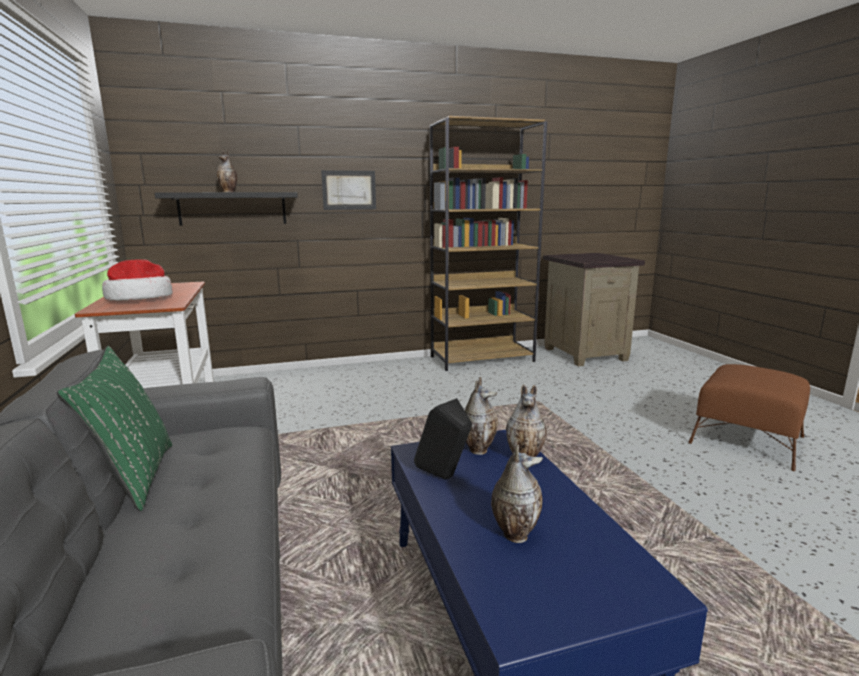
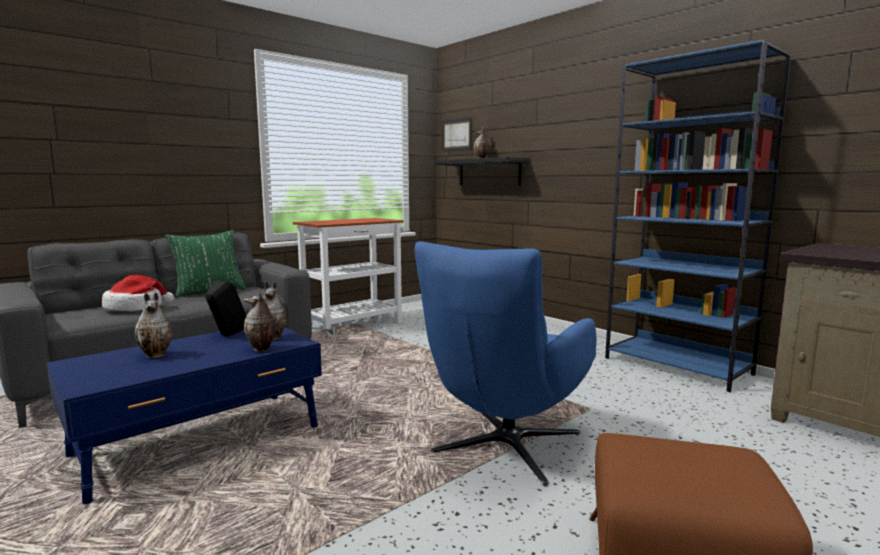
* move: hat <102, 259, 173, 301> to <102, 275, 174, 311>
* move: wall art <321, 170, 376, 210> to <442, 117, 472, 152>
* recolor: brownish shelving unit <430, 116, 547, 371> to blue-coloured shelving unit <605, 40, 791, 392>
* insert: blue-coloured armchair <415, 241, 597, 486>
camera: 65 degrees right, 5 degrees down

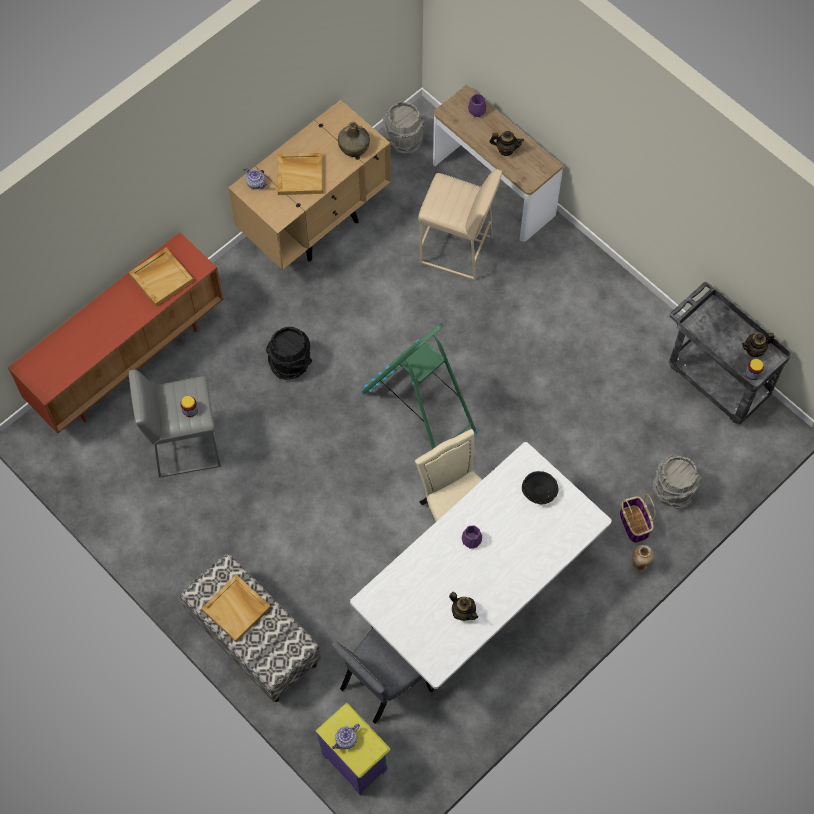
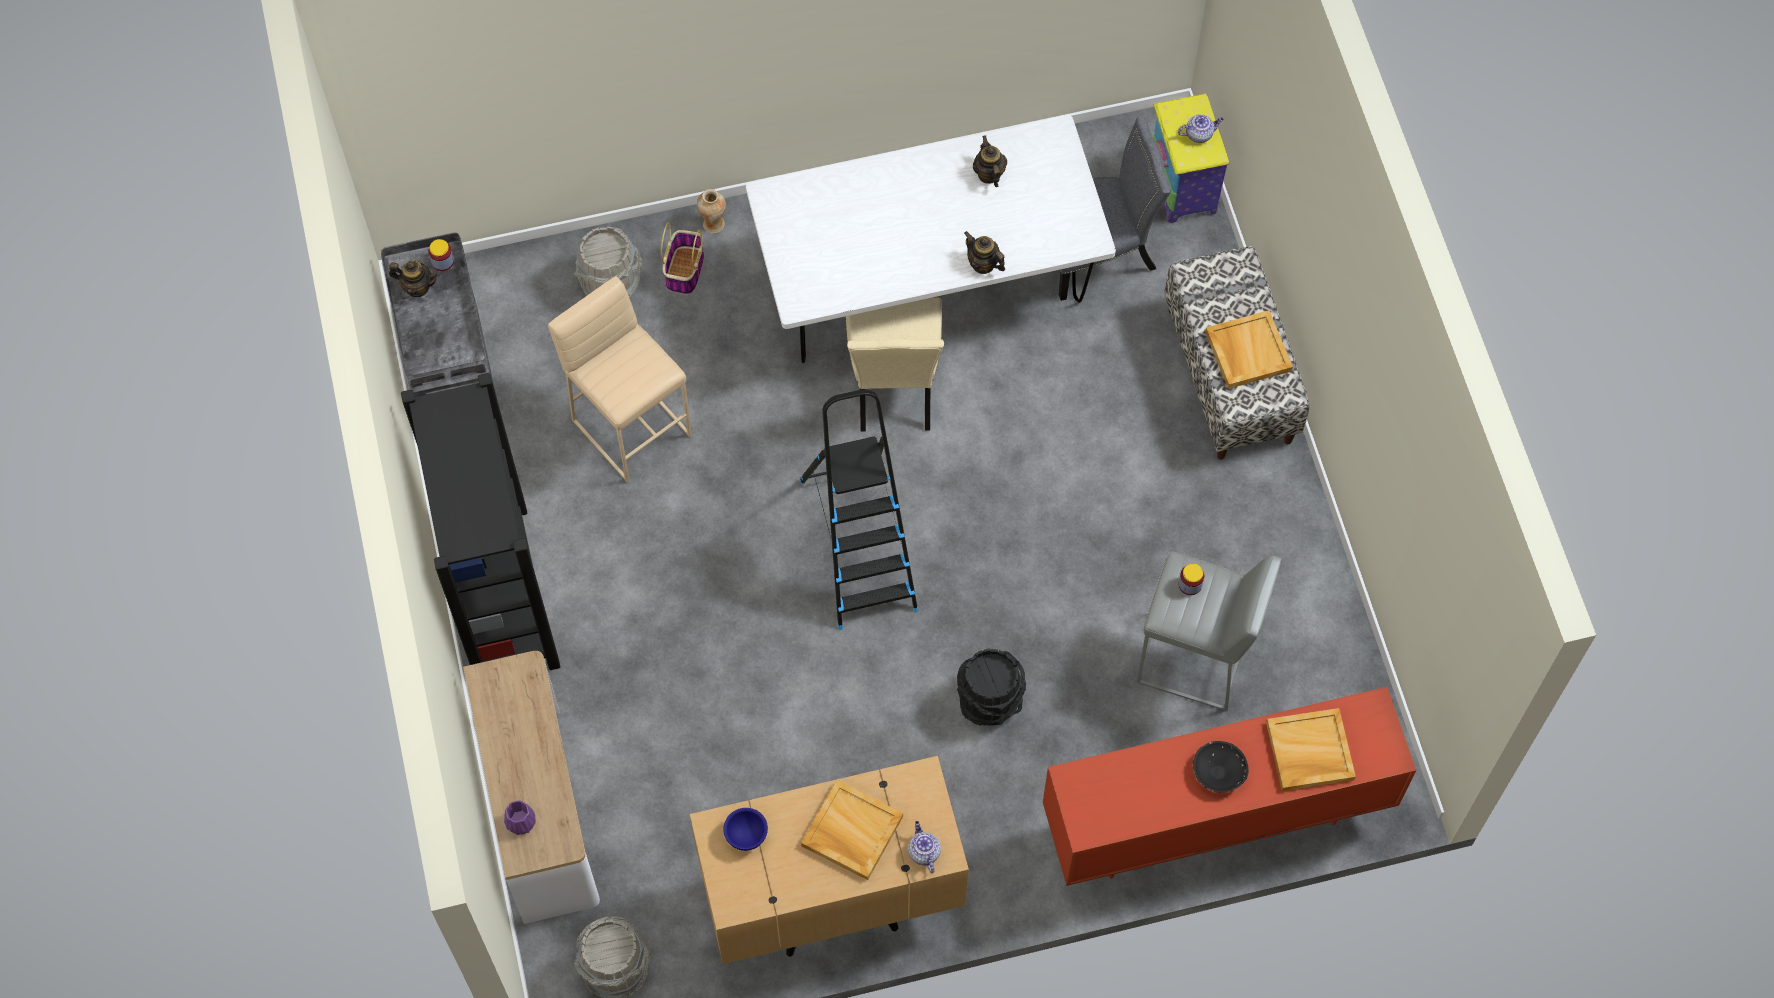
* move: beige carrying tray <129, 248, 194, 307> to <1266, 708, 1356, 791>
* replace: green bottle <338, 122, 370, 157> to blue-coloured bowl <723, 808, 768, 851>
* recolor: green step ladder <361, 323, 477, 449> to black-coloured step ladder <800, 389, 918, 630>
* move: beige stool <418, 169, 502, 280> to <548, 276, 692, 483>
* delete: purplish flower vase <462, 525, 482, 549>
* move: pot for tea <489, 131, 524, 156> to <964, 231, 1005, 274>
* move: black-coloured bowl <522, 471, 559, 504> to <1193, 741, 1249, 793>
* insert: black-coloured shelving unit <401, 373, 560, 670>
camera: 150 degrees left, 0 degrees up

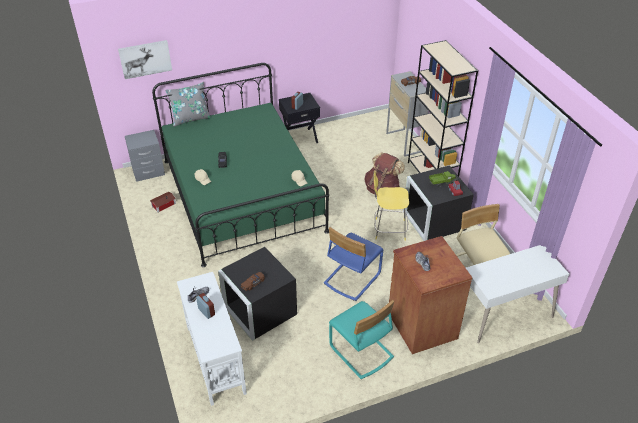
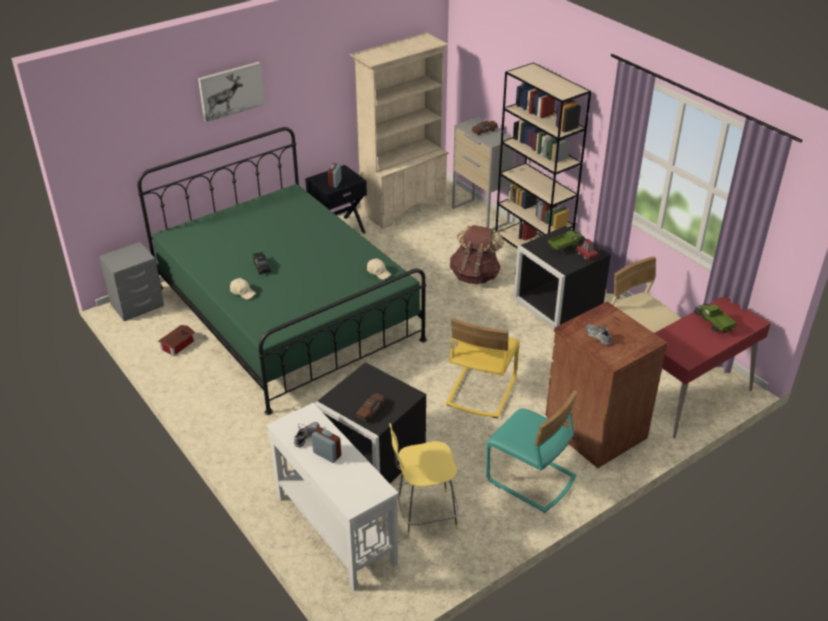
* move: wall art <118, 40, 172, 79> to <198, 62, 265, 122>
* delete: gray throw pillow <165, 82, 211, 127>
* recolor: blue-coloured upright chair <324, 227, 384, 301> to yellowish upright chair <446, 318, 520, 418>
* move: yellowish stool <374, 172, 409, 241> to <389, 423, 459, 537>
* recolor: white desk unit <466, 245, 569, 343> to red desk unit <655, 297, 771, 438>
* insert: beige shelving unit <350, 33, 449, 229>
* insert: toy truck <694, 303, 737, 333>
camera: 15 degrees left, 5 degrees down

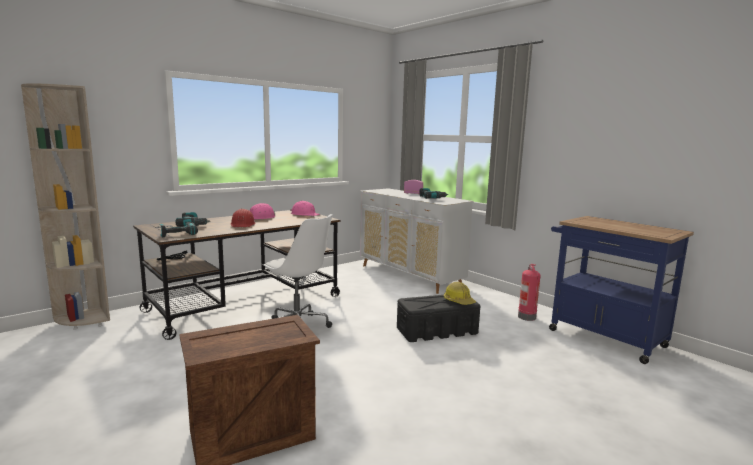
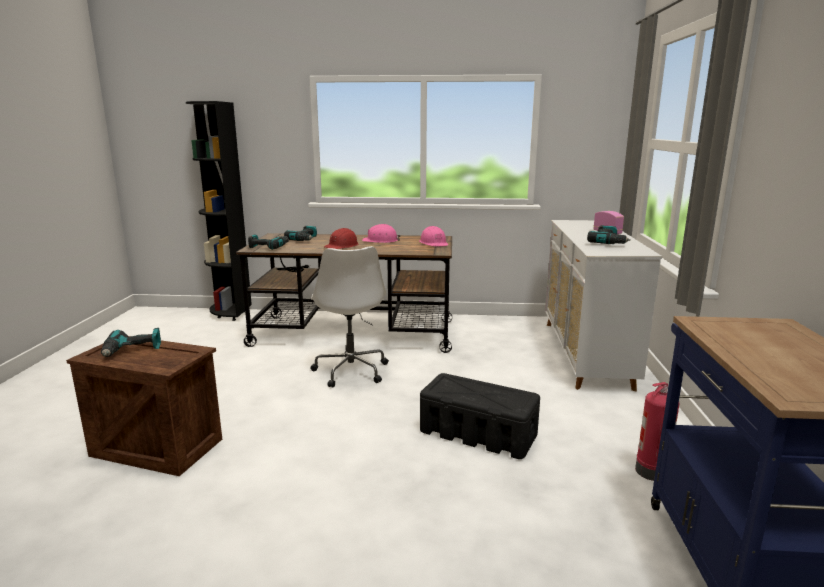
* recolor: beige shelving unit <21, 83, 110, 330> to black-coloured shelving unit <186, 101, 252, 321>
* delete: work helmet <444, 282, 476, 305>
* insert: electric drill <101, 328, 161, 357>
camera: 45 degrees right, 5 degrees up

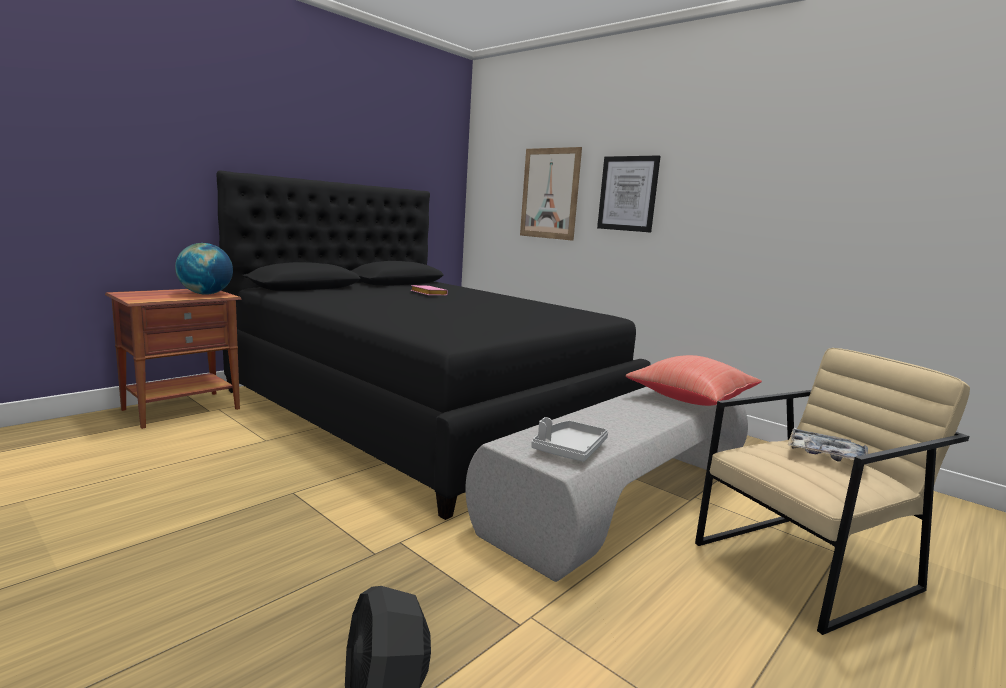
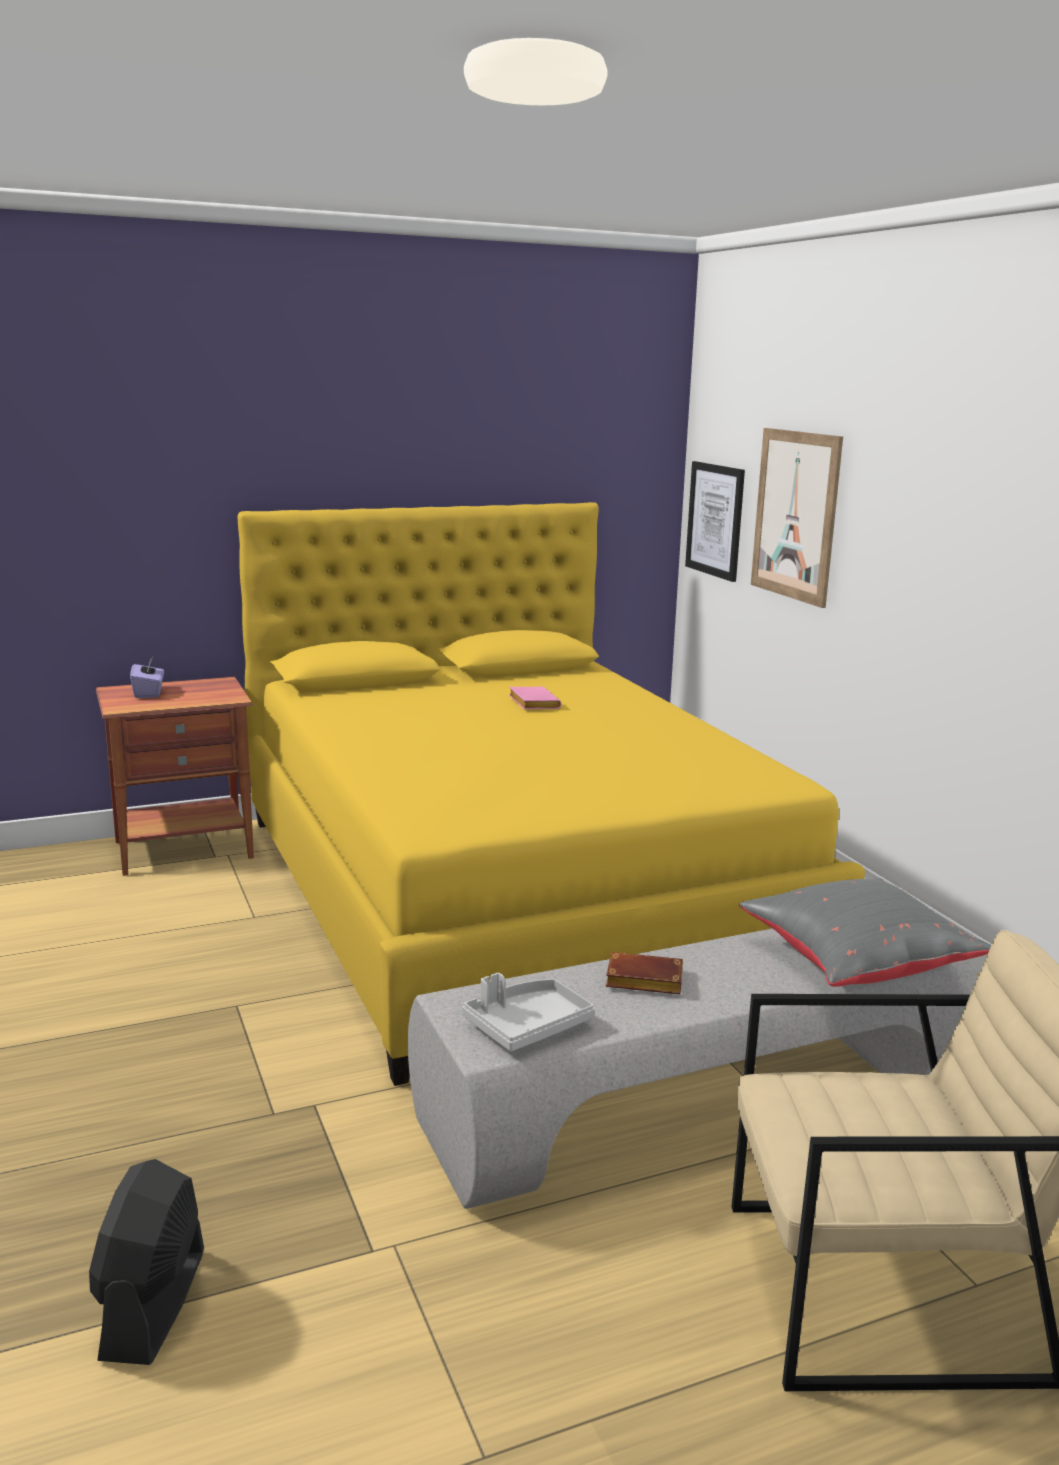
* delete: world globe <175, 243, 233, 295>
* recolor: black-coloured bed <216, 171, 651, 520> to yellowish bed <238, 502, 865, 1086>
* move: wall art <597, 155, 661, 232> to <685, 461, 745, 582>
* recolor: red throw pillow <626, 355, 762, 406> to gray throw pillow <739, 878, 991, 987>
* delete: carrying tray <788, 428, 869, 465>
* insert: purplish tissue holder <130, 657, 164, 698>
* insert: brownish bound book <606, 952, 683, 995>
camera: 25 degrees right, 5 degrees up

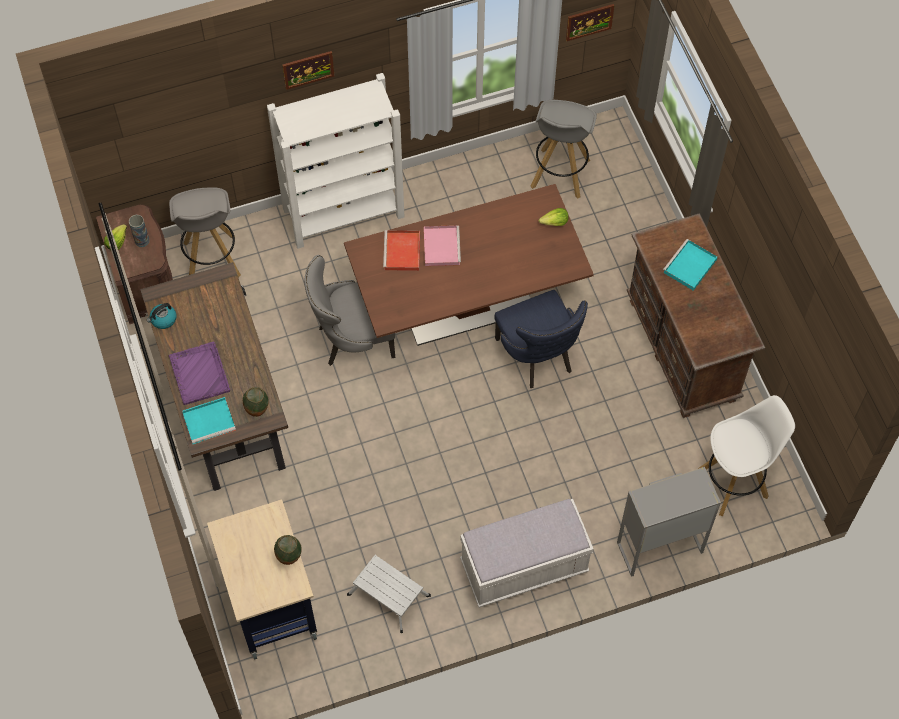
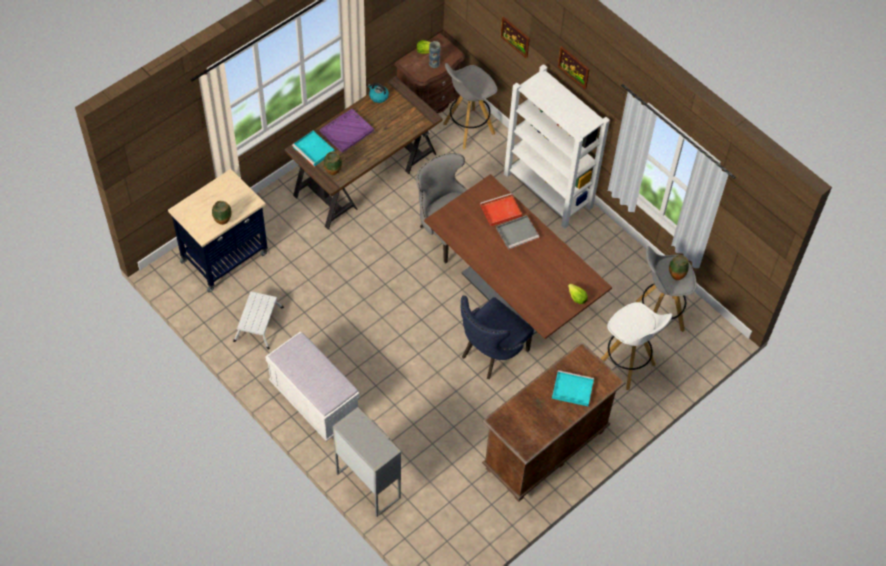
* recolor: pinkish carrying tray <424, 225, 461, 266> to gray carrying tray <496, 215, 539, 250>
* move: wall art <566, 4, 614, 41> to <500, 16, 530, 59>
* move: white stool <698, 395, 795, 516> to <601, 302, 672, 390>
* insert: flower vase <669, 255, 689, 280>
camera: 65 degrees right, 5 degrees down

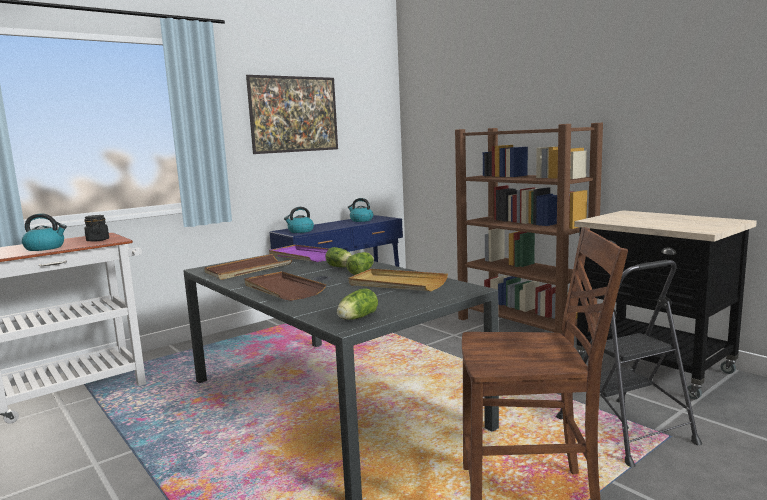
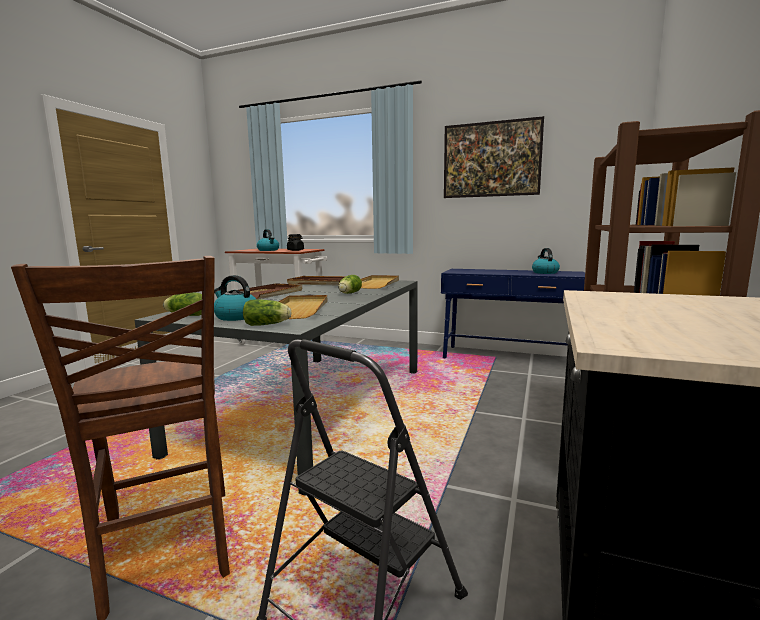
* recolor: purplish carrying tray <269, 245, 329, 262> to beige carrying tray <361, 275, 399, 289>
* move: water kettle <284, 207, 314, 233> to <214, 275, 257, 321>
* move: lettuce head <346, 252, 374, 275> to <243, 299, 291, 326>
camera: 60 degrees right, 0 degrees up

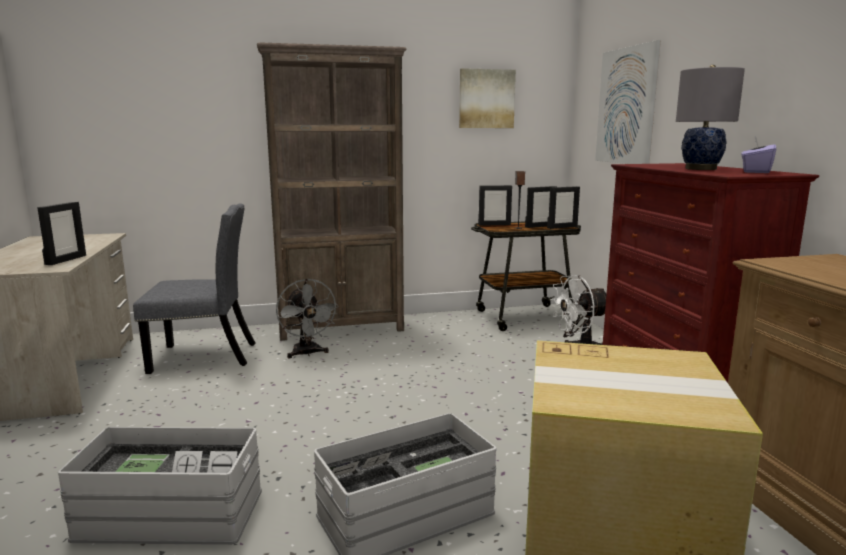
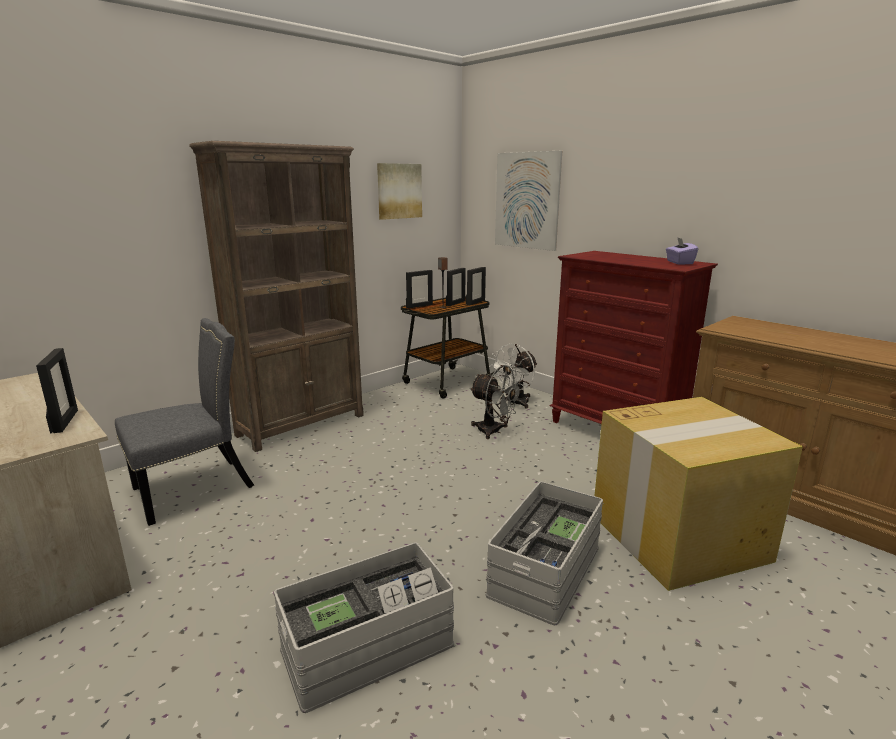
* move: gray cooling fan <276, 278, 339, 359> to <469, 365, 525, 439>
* delete: gray tabletop lamp <676, 65, 745, 170>
camera: 30 degrees left, 5 degrees up

